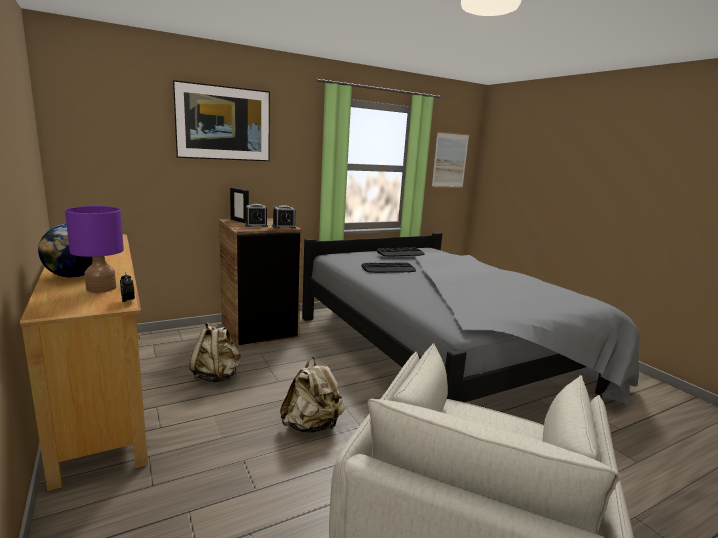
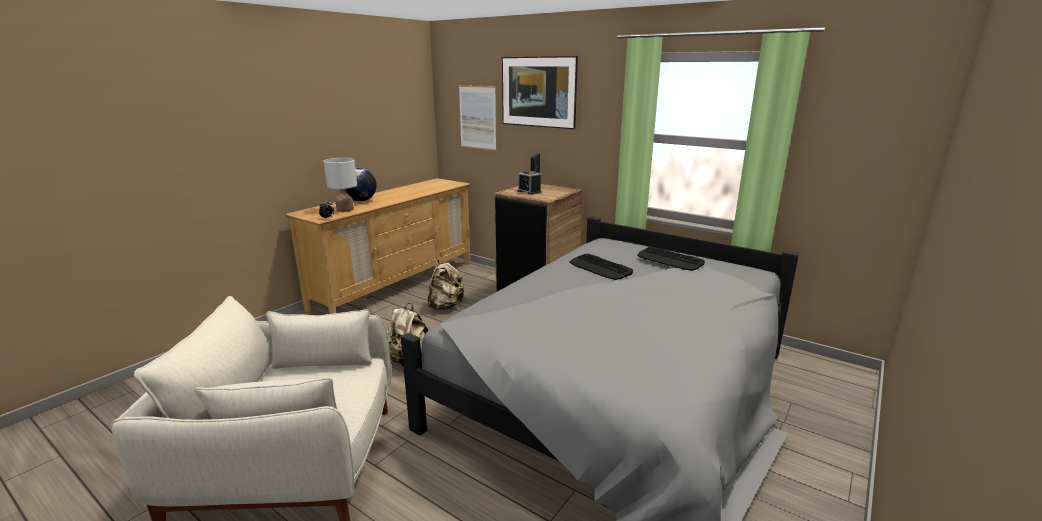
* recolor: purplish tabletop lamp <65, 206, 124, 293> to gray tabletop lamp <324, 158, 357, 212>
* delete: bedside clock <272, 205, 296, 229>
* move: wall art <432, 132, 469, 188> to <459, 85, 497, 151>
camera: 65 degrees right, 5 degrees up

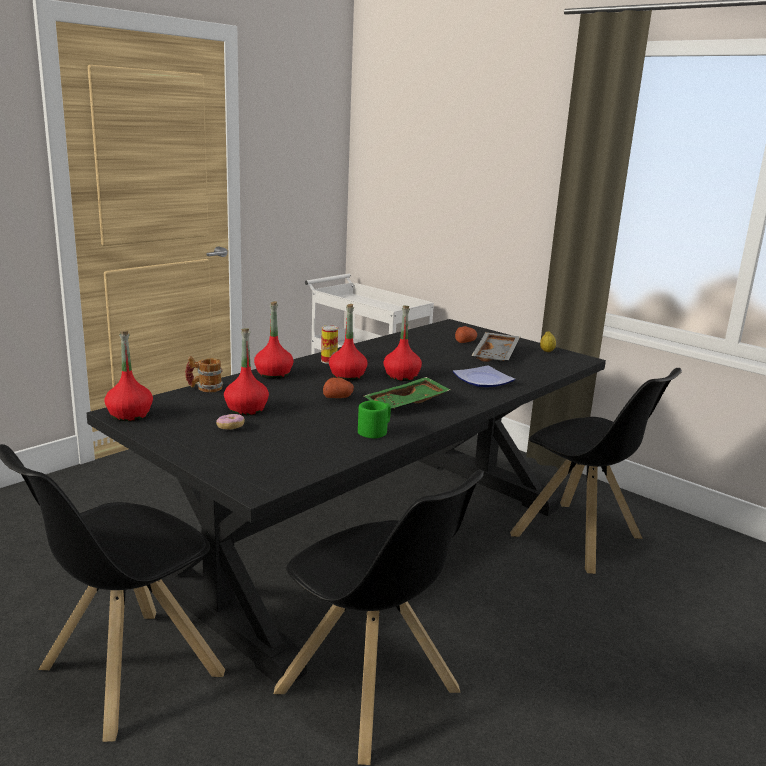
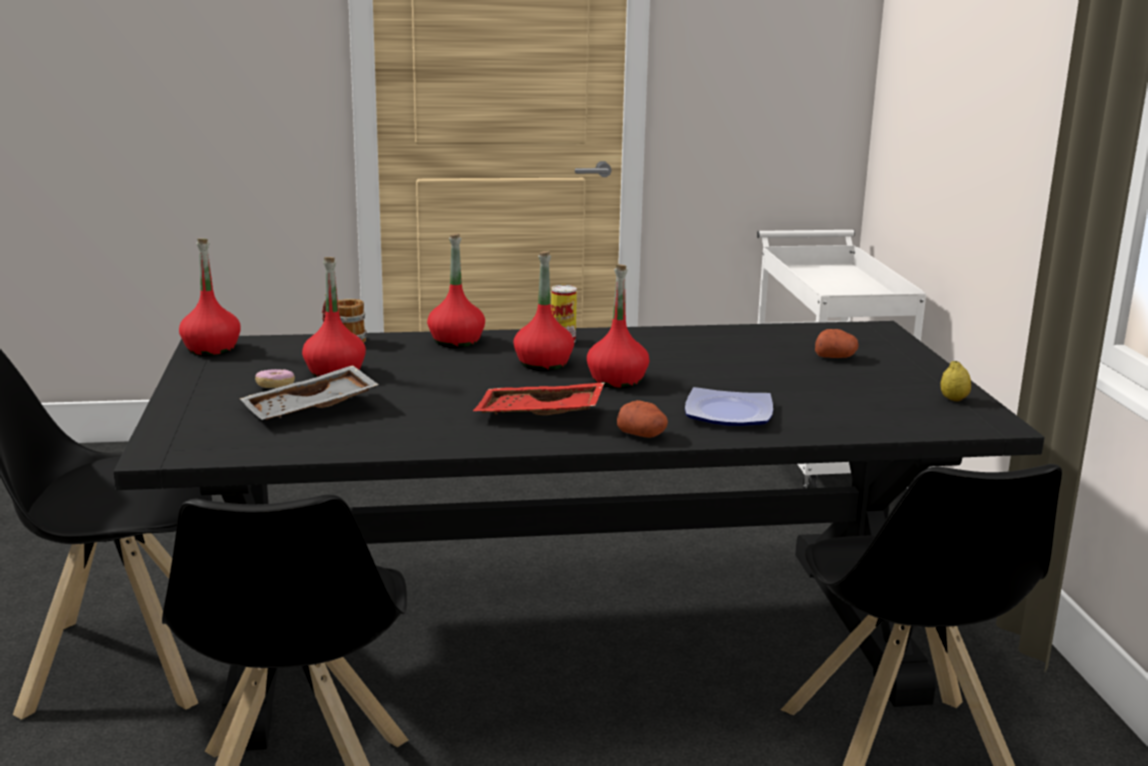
* move: potato <323, 378, 354, 398> to <617, 400, 668, 438>
* delete: green mug <358, 401, 391, 438>
* recolor: green carrying tray <364, 377, 450, 409> to red carrying tray <473, 382, 605, 415>
* move: gray carrying tray <471, 332, 520, 362> to <240, 365, 379, 420>
camera: 40 degrees right, 0 degrees up

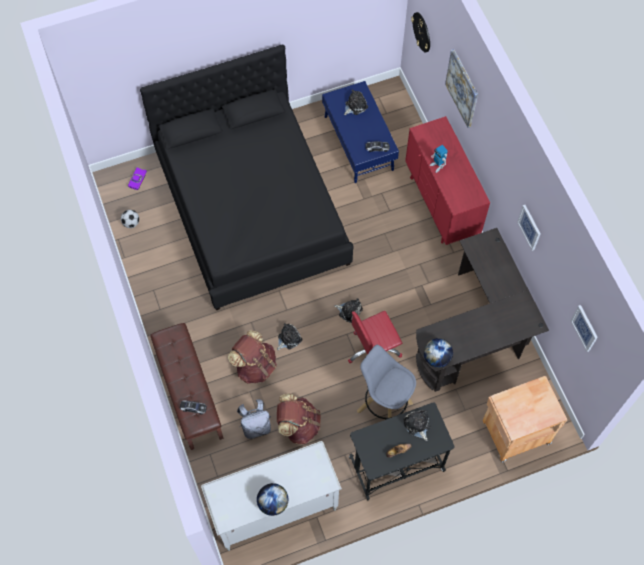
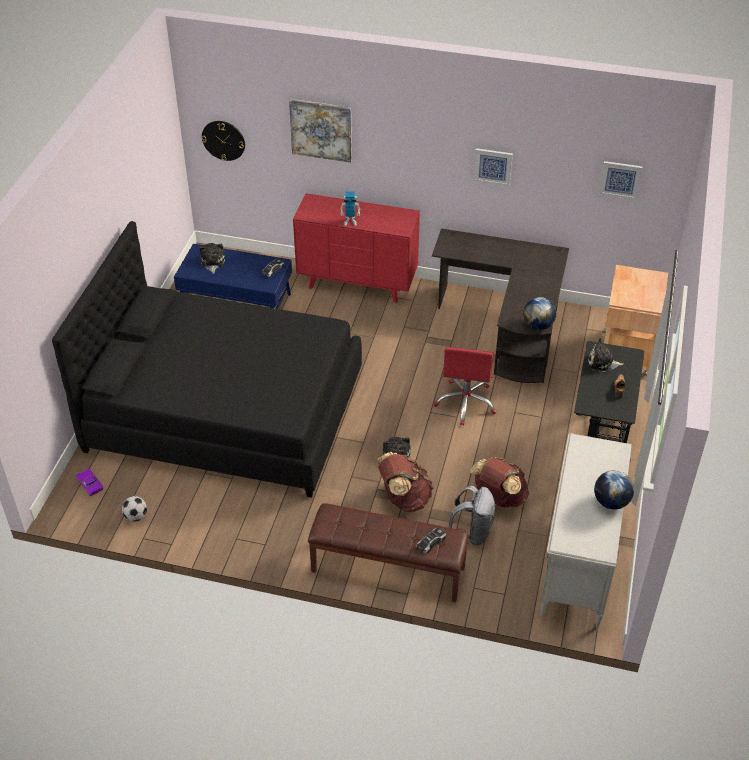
* delete: cuddly toy <335, 298, 363, 323>
* delete: gray stool <357, 345, 416, 419>
camera: 55 degrees left, 20 degrees down

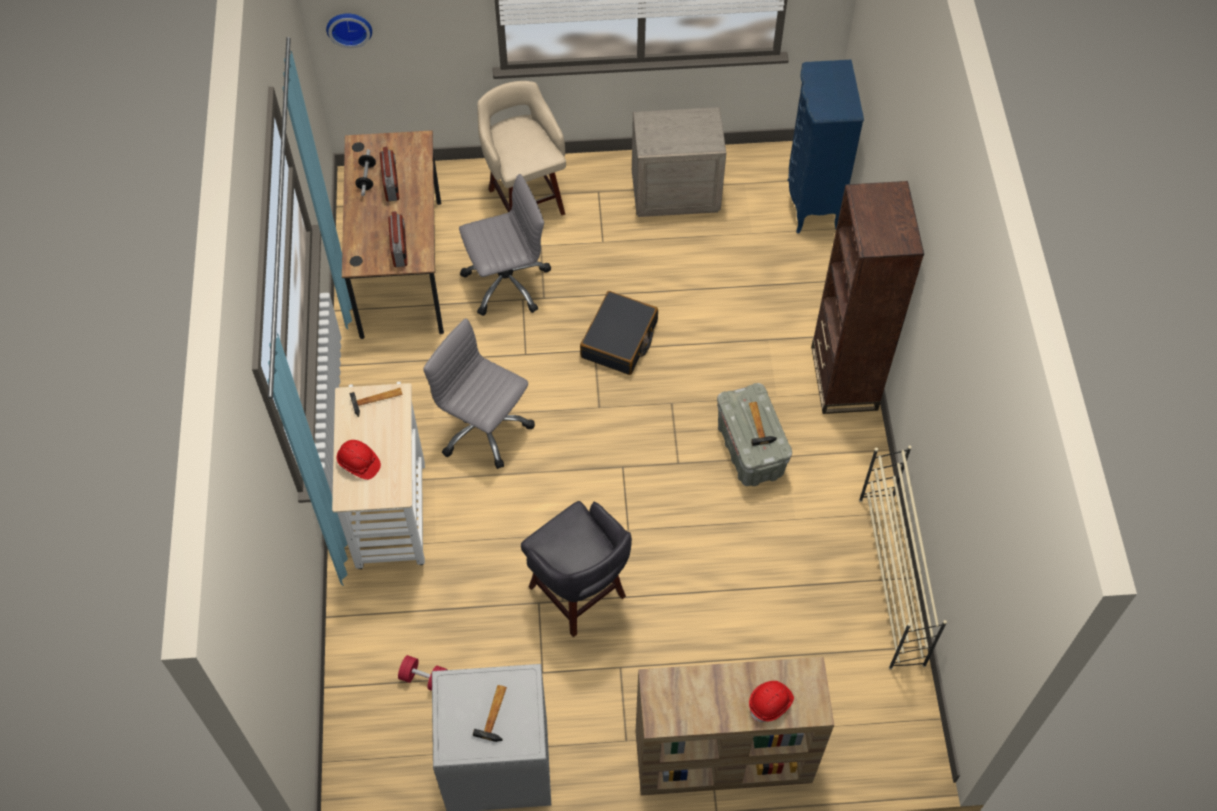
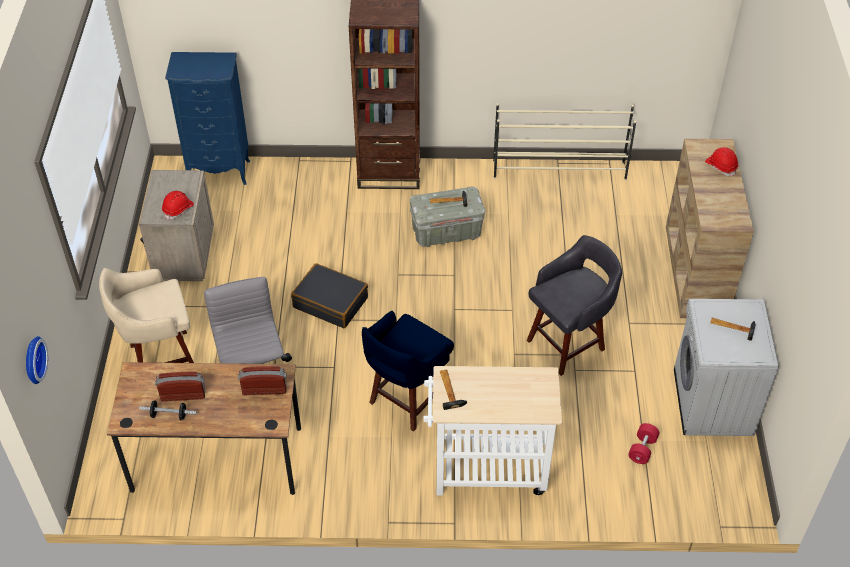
* move: red work helmet <337, 440, 381, 480> to <162, 191, 194, 220>
* replace: gray desk chair <423, 318, 535, 469> to blue-coloured stool <362, 311, 454, 432>
camera: 85 degrees left, 10 degrees down

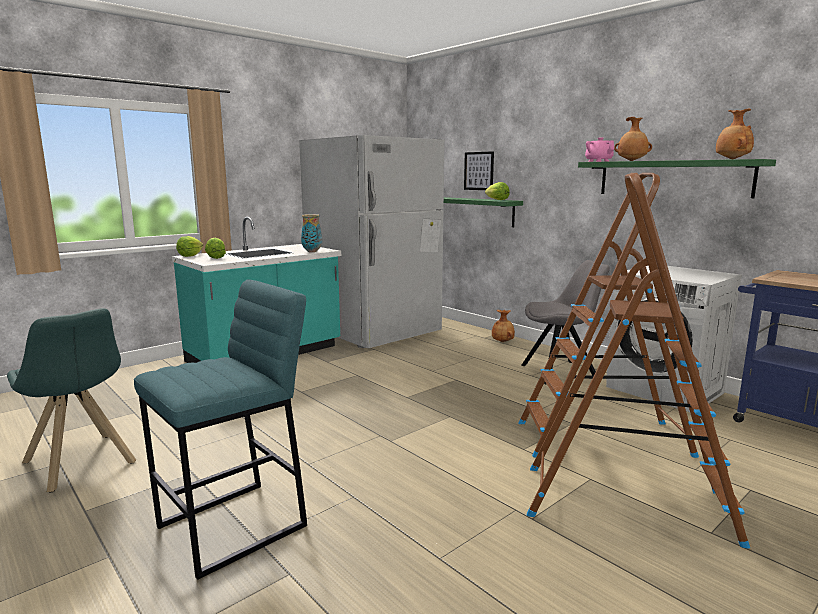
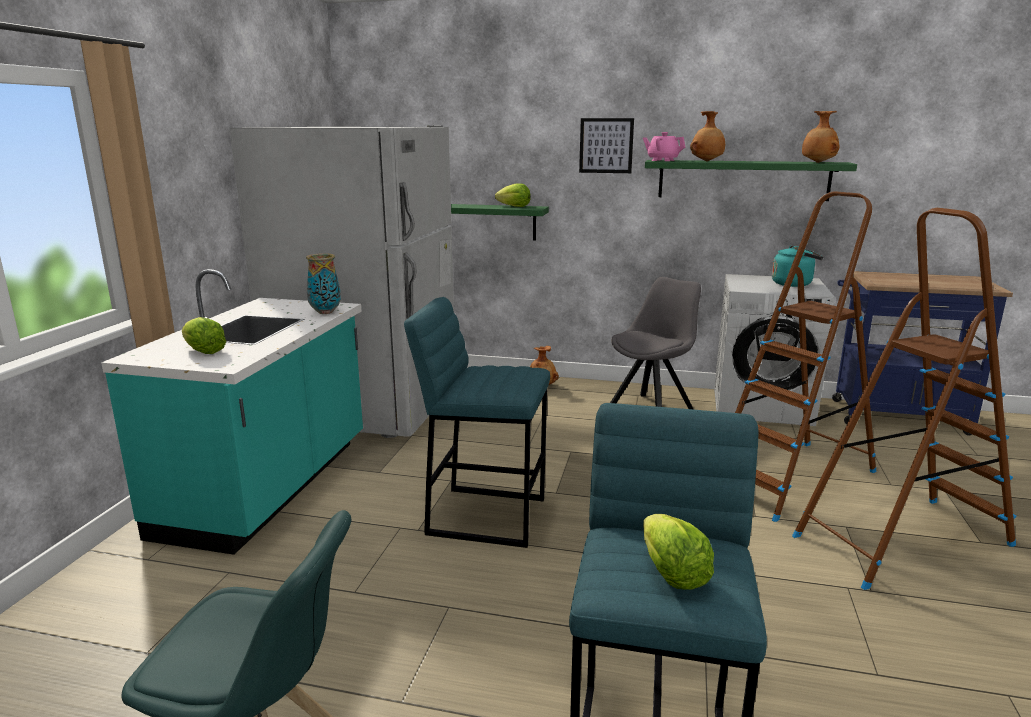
* move: lettuce head <176, 236, 203, 257> to <643, 514, 714, 590>
* move: wall art <464, 151, 494, 190> to <579, 118, 634, 173>
* insert: turquoise-coloured stool <404, 297, 550, 548>
* insert: turquoise-coloured water kettle <772, 246, 823, 287>
camera: 35 degrees left, 5 degrees up

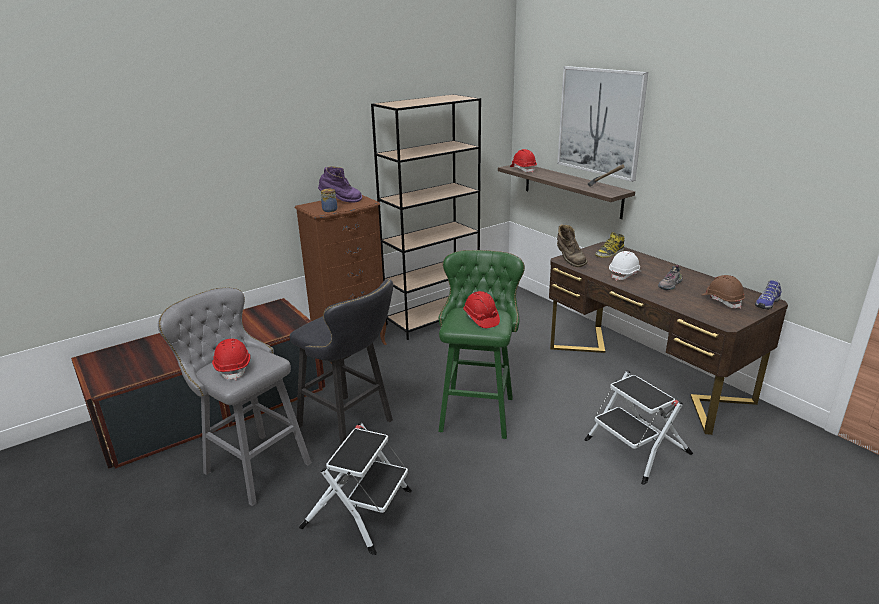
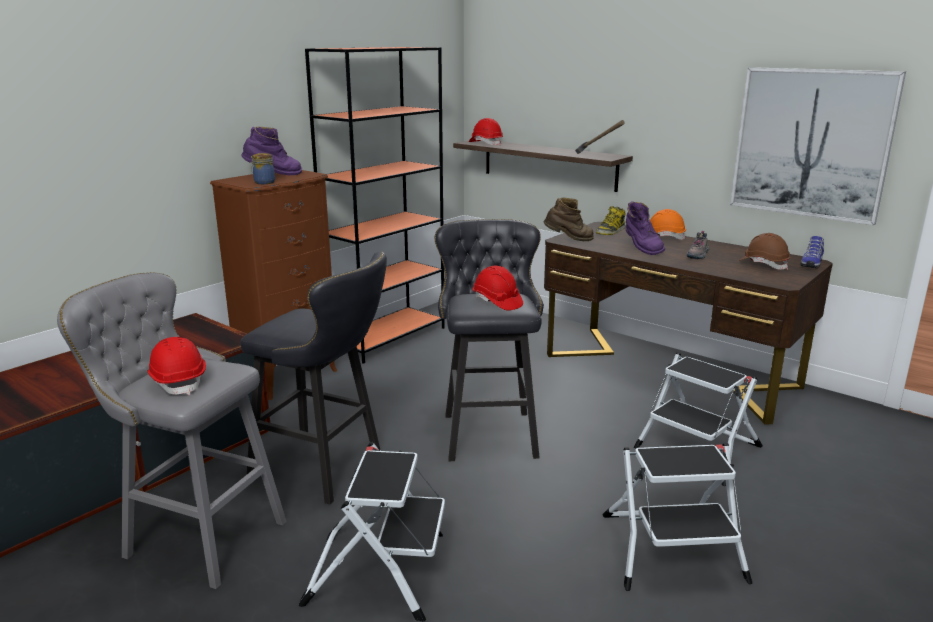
* recolor: beige shelving unit <371, 94, 481, 340> to orangey shelving unit <305, 47, 445, 364>
* recolor: green stool <438, 250, 525, 439> to black-coloured stool <435, 219, 544, 461>
* move: wall art <557, 66, 648, 182> to <730, 67, 906, 225>
* rotate: brownish high-top boot <557, 224, 587, 267> = <544, 198, 594, 241> 60 degrees counterclockwise
* replace: white work helmet <609, 251, 642, 281> to purplish high-top boot <625, 201, 665, 255>
* insert: step ladder <602, 443, 752, 591>
* insert: orangey work helmet <650, 209, 686, 240>
camera: 15 degrees left, 5 degrees down

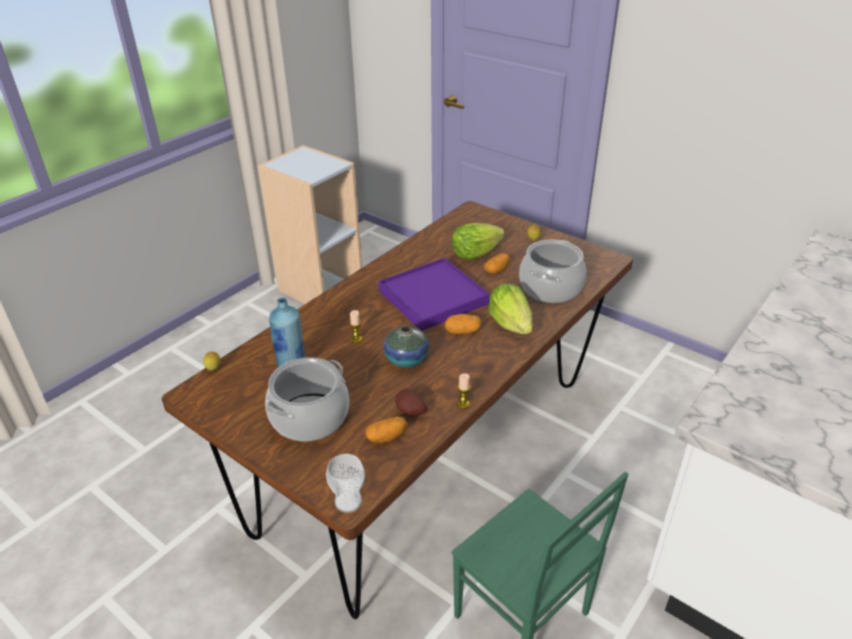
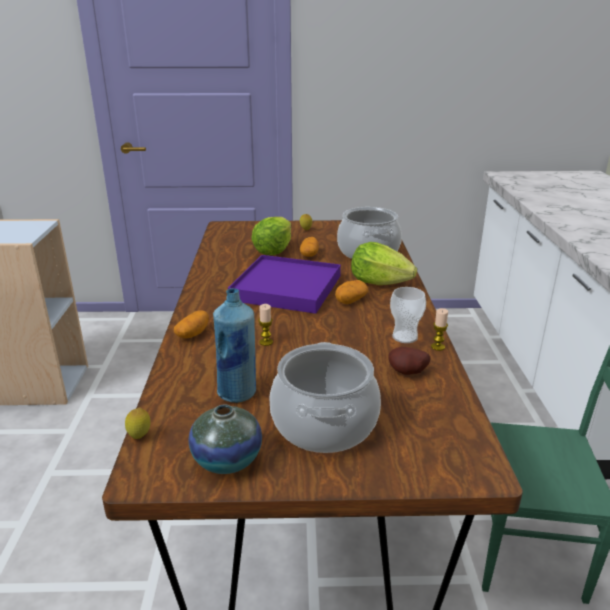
* move: drinking cup <326, 454, 365, 513> to <390, 287, 426, 343>
* move: potato <365, 416, 408, 443> to <174, 310, 209, 338>
* move: flower vase <383, 326, 429, 368> to <189, 404, 262, 474>
camera: 40 degrees left, 10 degrees down

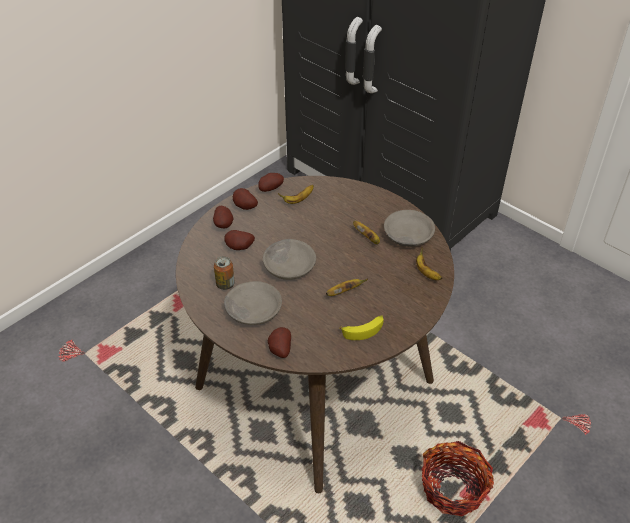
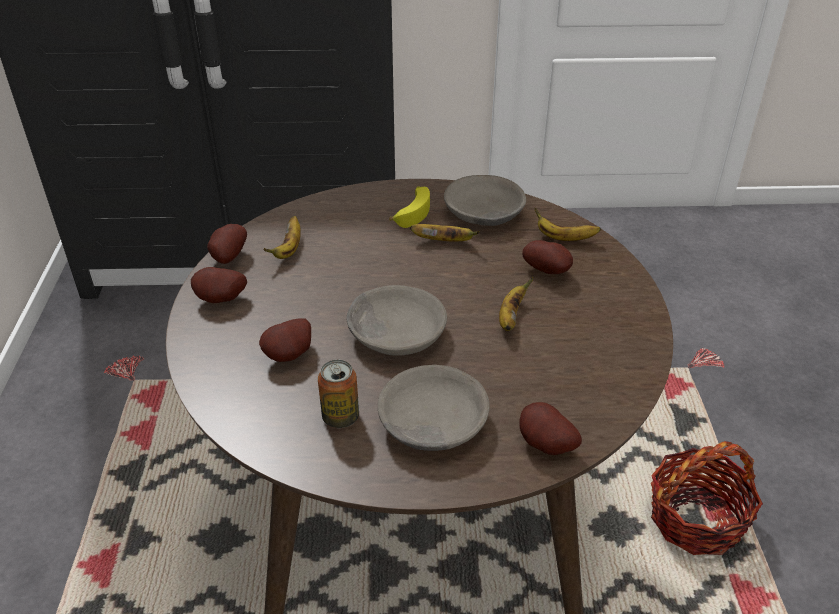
* move: potato <213, 206, 234, 228> to <522, 240, 573, 274>
* move: whole banana <339, 315, 384, 340> to <389, 186, 430, 228>
camera: 45 degrees left, 5 degrees down

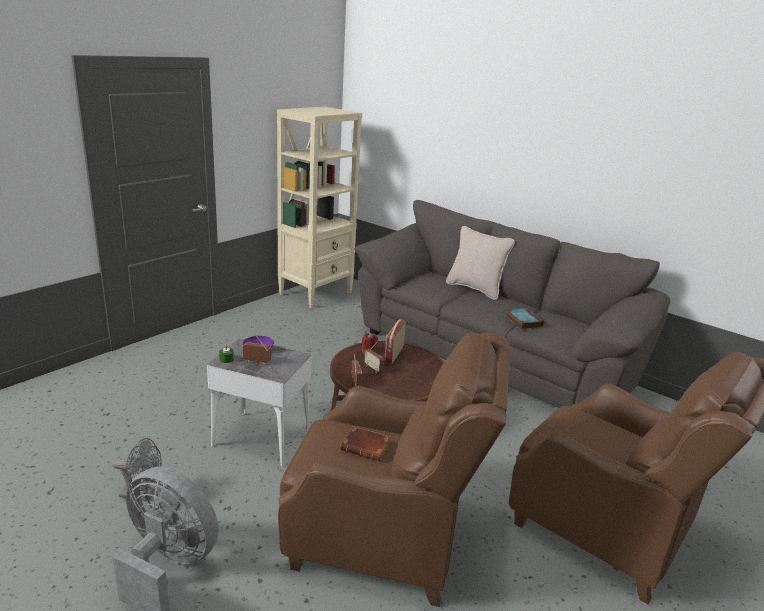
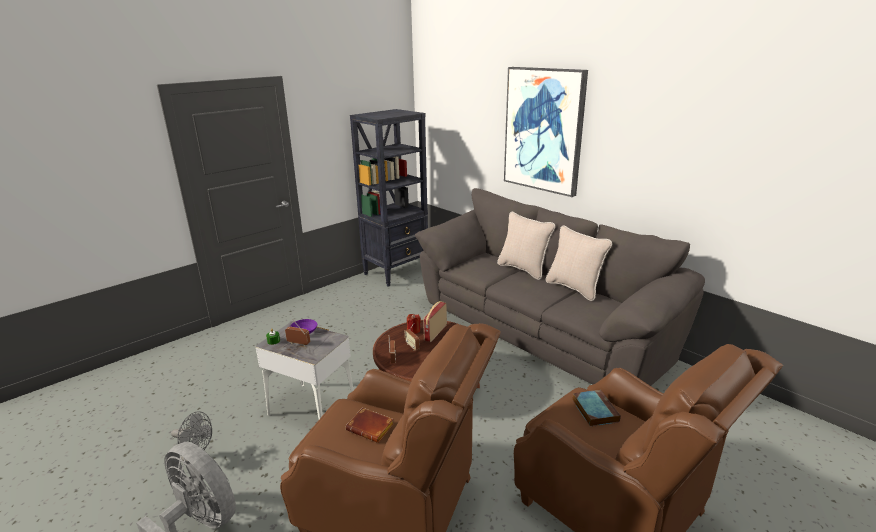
* recolor: beige shelving unit <277, 107, 362, 308> to black-coloured shelving unit <350, 109, 428, 287>
* move: bound book <507, 308, 544, 329> to <572, 390, 621, 427>
* insert: wall art <504, 67, 588, 197>
* insert: beige throw pillow <545, 225, 612, 301>
camera: 10 degrees right, 0 degrees up

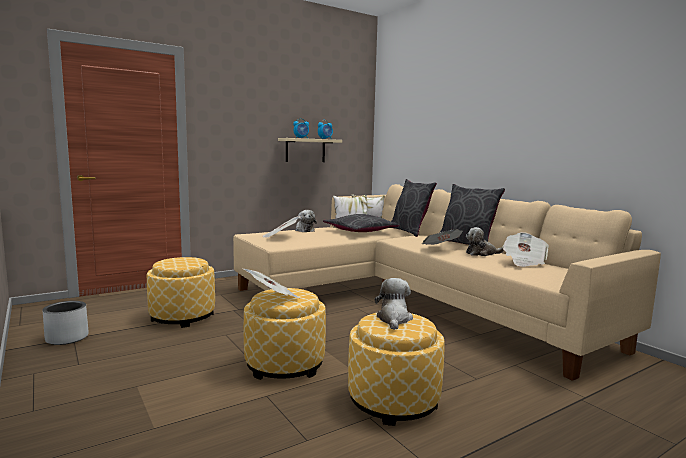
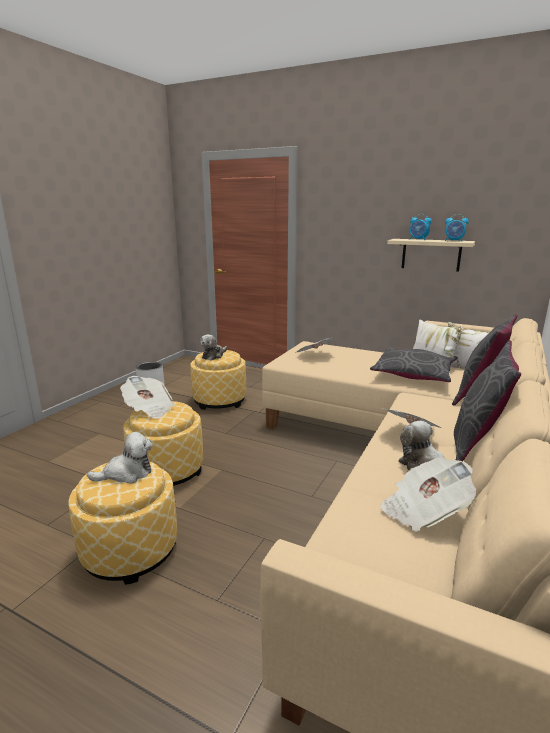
* move: cuddly toy <295, 210, 317, 232> to <200, 334, 227, 360>
camera: 60 degrees right, 10 degrees up

